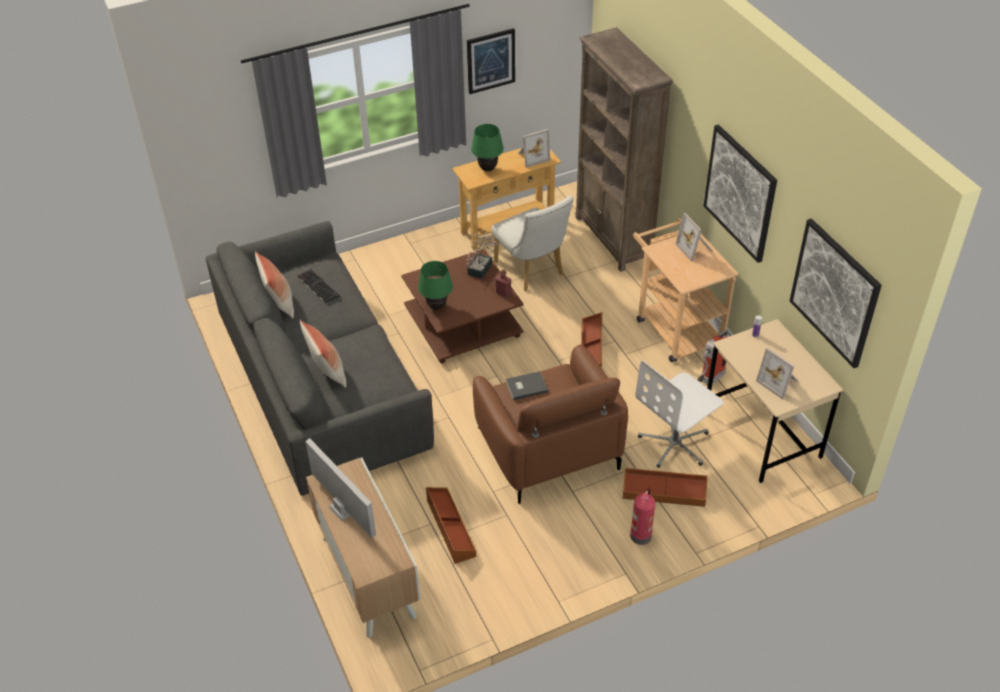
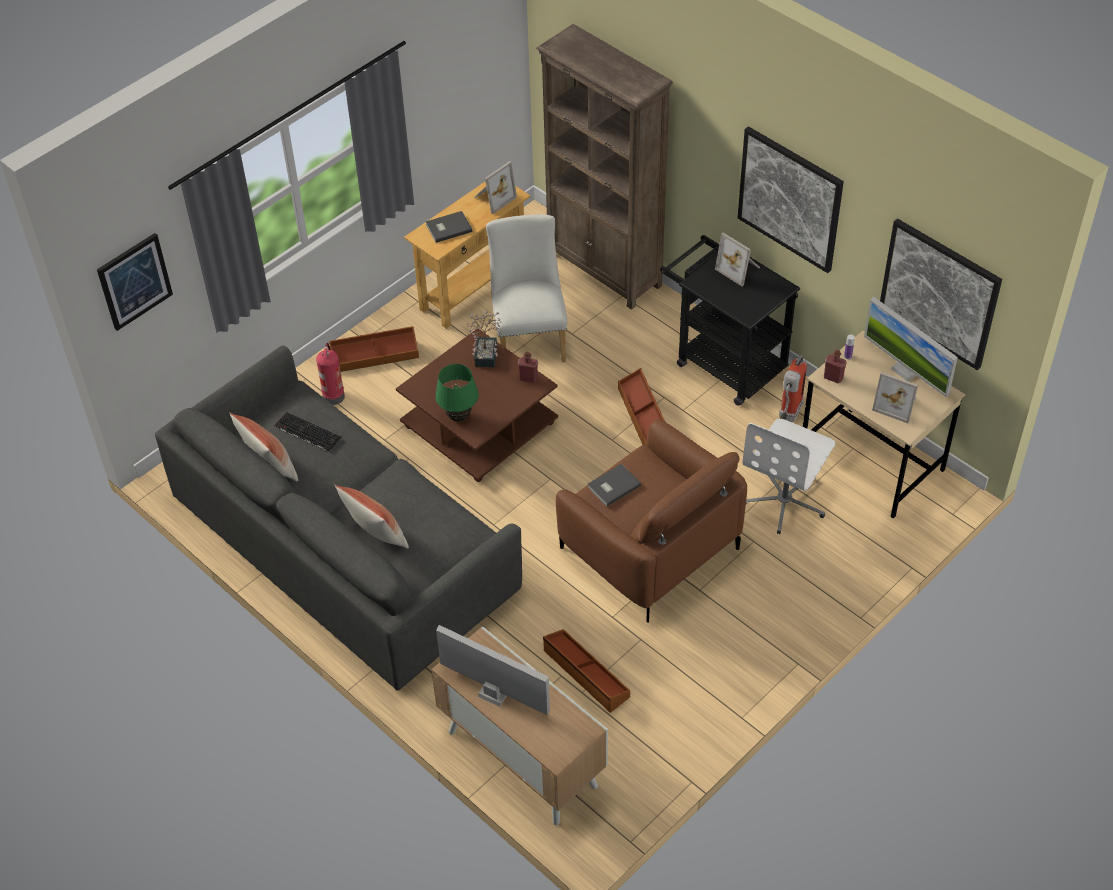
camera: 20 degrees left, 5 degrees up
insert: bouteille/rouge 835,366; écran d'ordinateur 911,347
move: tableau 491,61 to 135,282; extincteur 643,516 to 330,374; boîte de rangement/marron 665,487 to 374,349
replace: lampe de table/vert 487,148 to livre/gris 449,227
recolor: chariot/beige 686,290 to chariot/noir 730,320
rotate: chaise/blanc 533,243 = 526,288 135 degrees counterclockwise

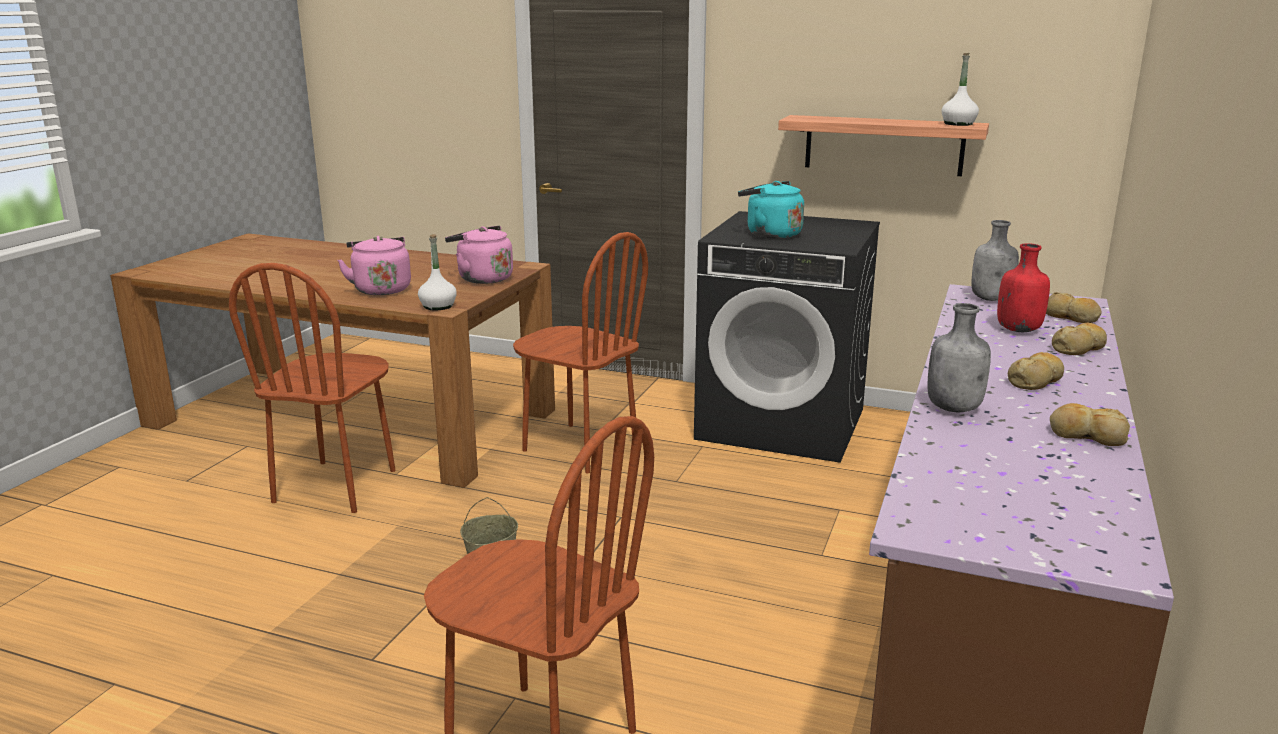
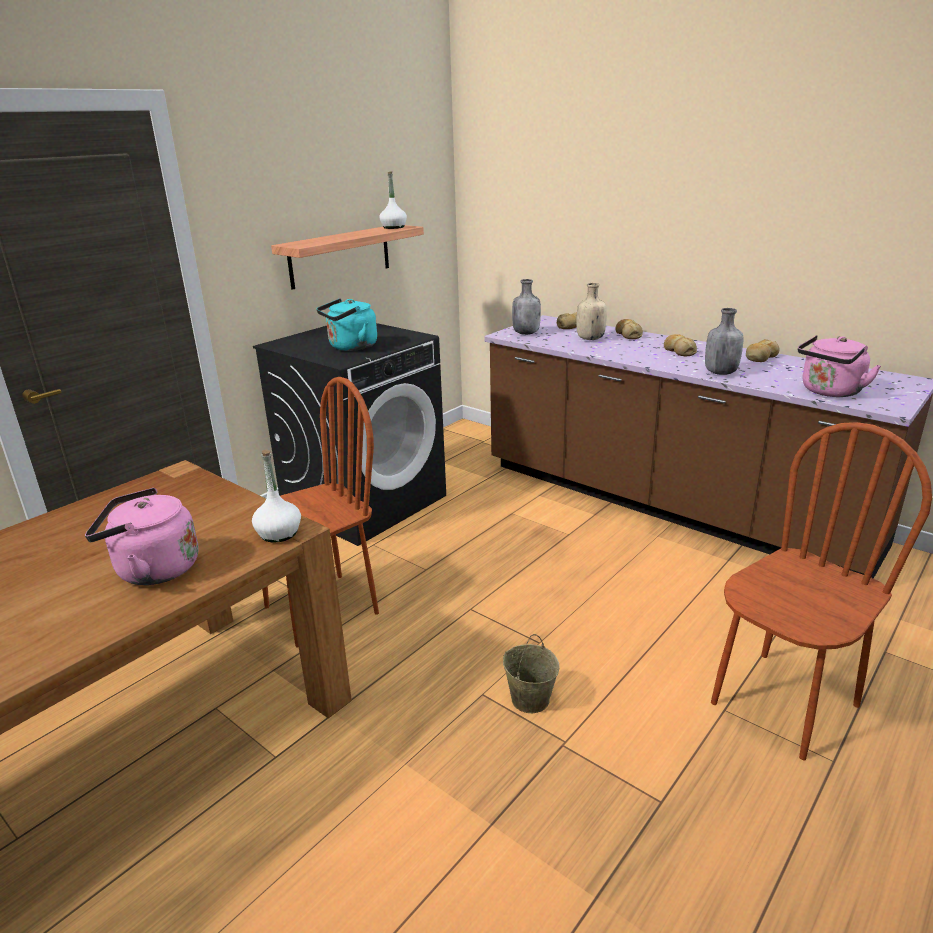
camera: 70 degrees left, 5 degrees up
delete: chaise/marron 312,388
move: bouilloire/rose 479,255 to 839,366
recolor: bouteille/rouge 1023,287 to bouteille/beige 591,311

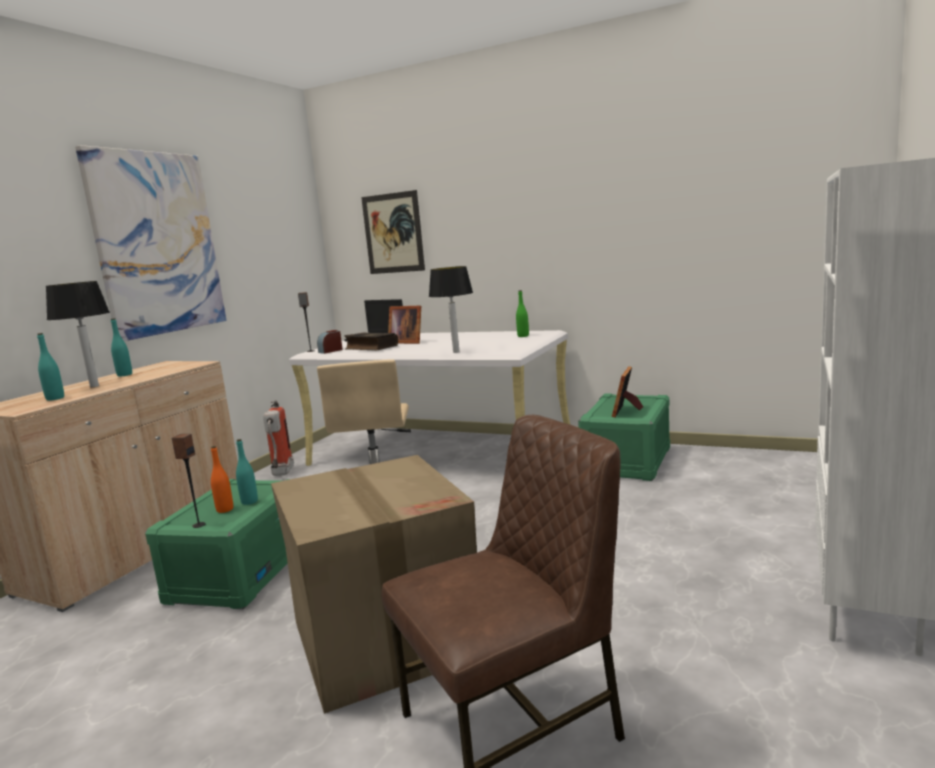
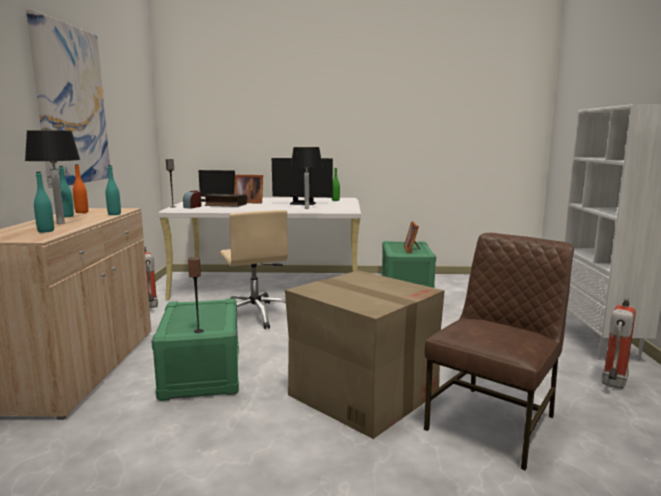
camera: 25 degrees left, 0 degrees up
delete: tableau 393,232
insert: écran d'ordinateur 302,181; extincteur 619,343
move: bouteille/orange 222,479 to 80,188; bouteille/turquoise 247,472 to 113,190

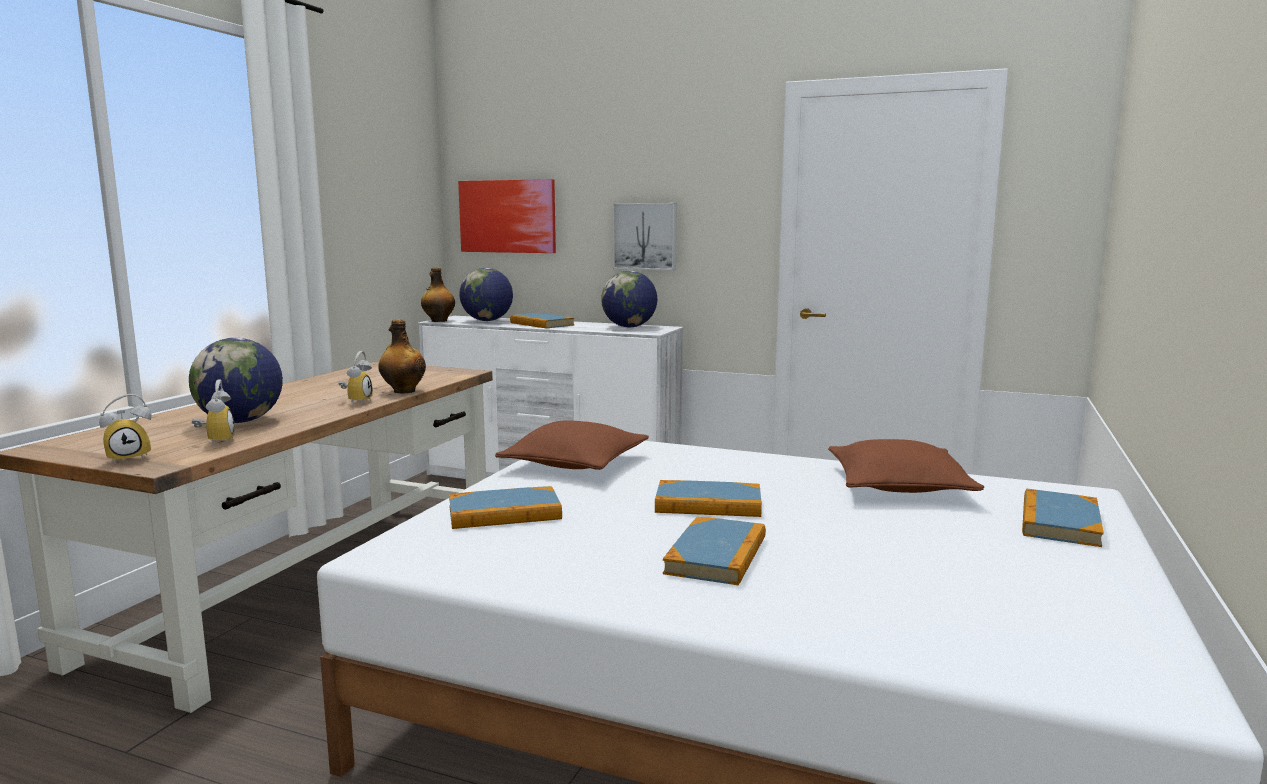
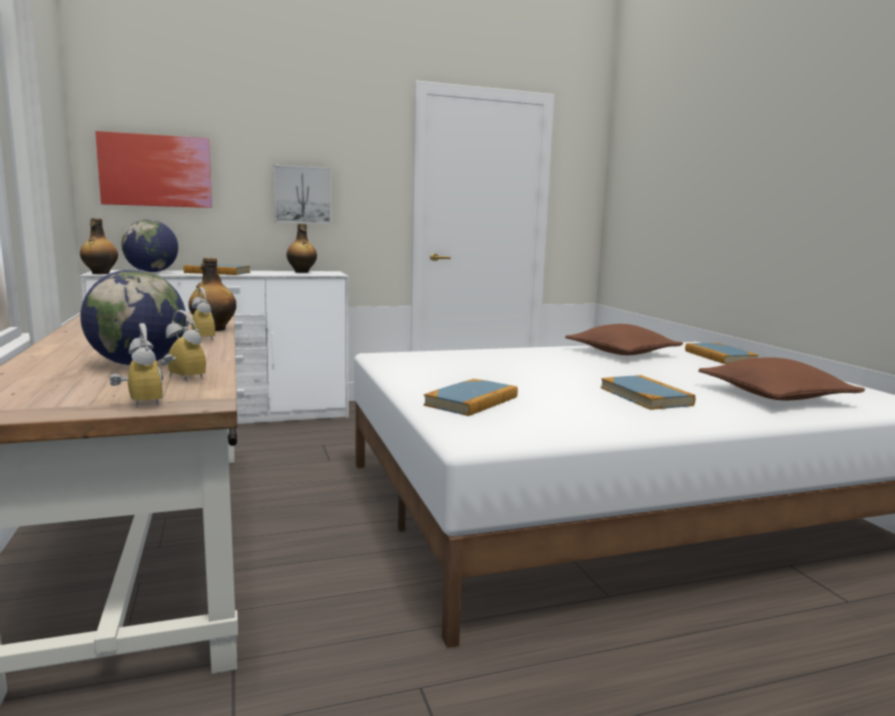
camera: 40 degrees left, 0 degrees up
delete: livre 708,498
move: coussin/marron 572,445 to 781,378
replace: globe 629,299 to bouteille 302,248
rotate: réveil 125,428 = 136,365 45 degrees counterclockwise

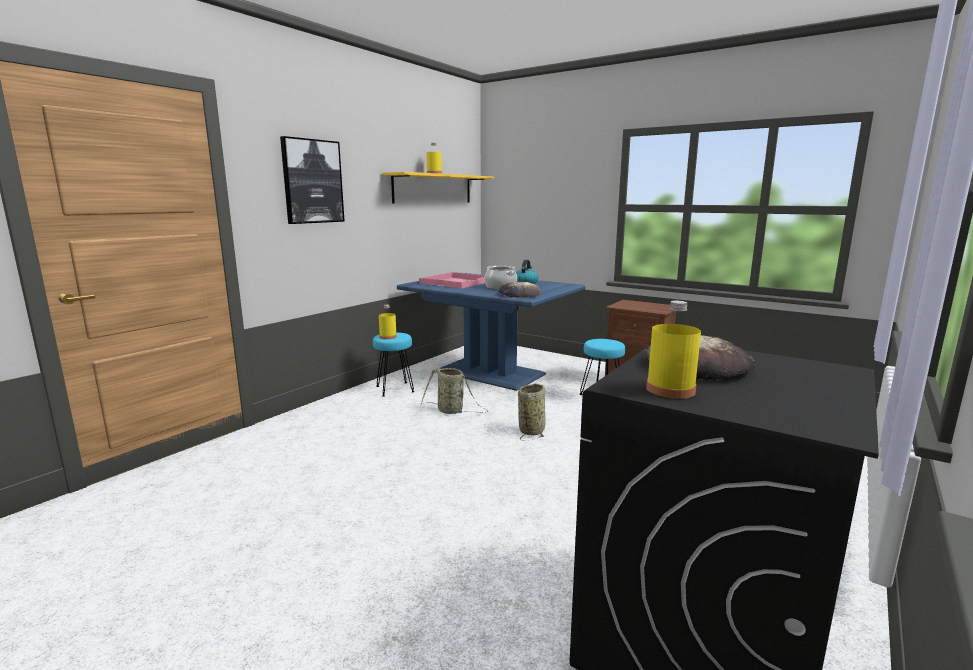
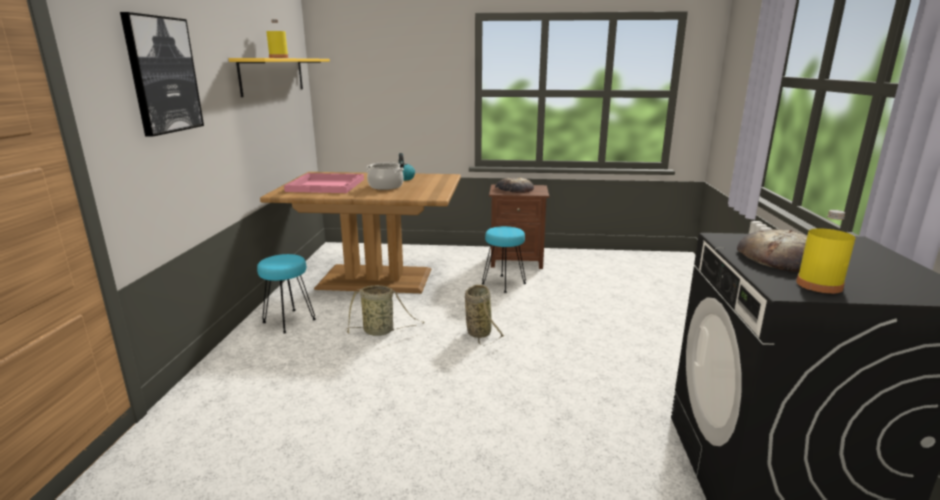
camera: 30 degrees left, 5 degrees up
delete: bouteille/jaune 388,322
move: pain 519,290 to 514,185
recolor: table à manger/bleu 491,332 to table à manger/marron 360,232

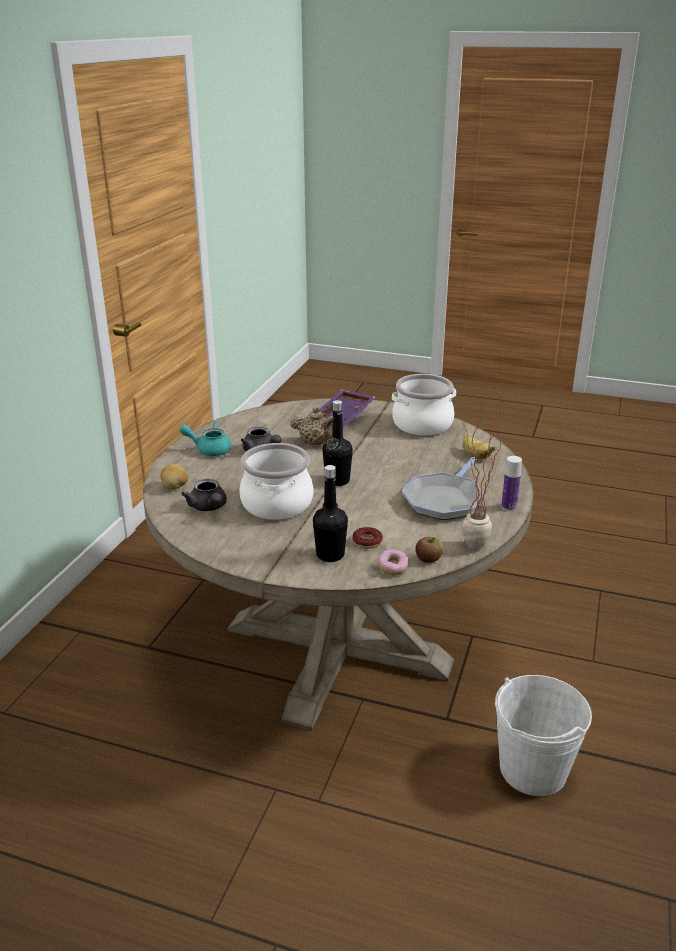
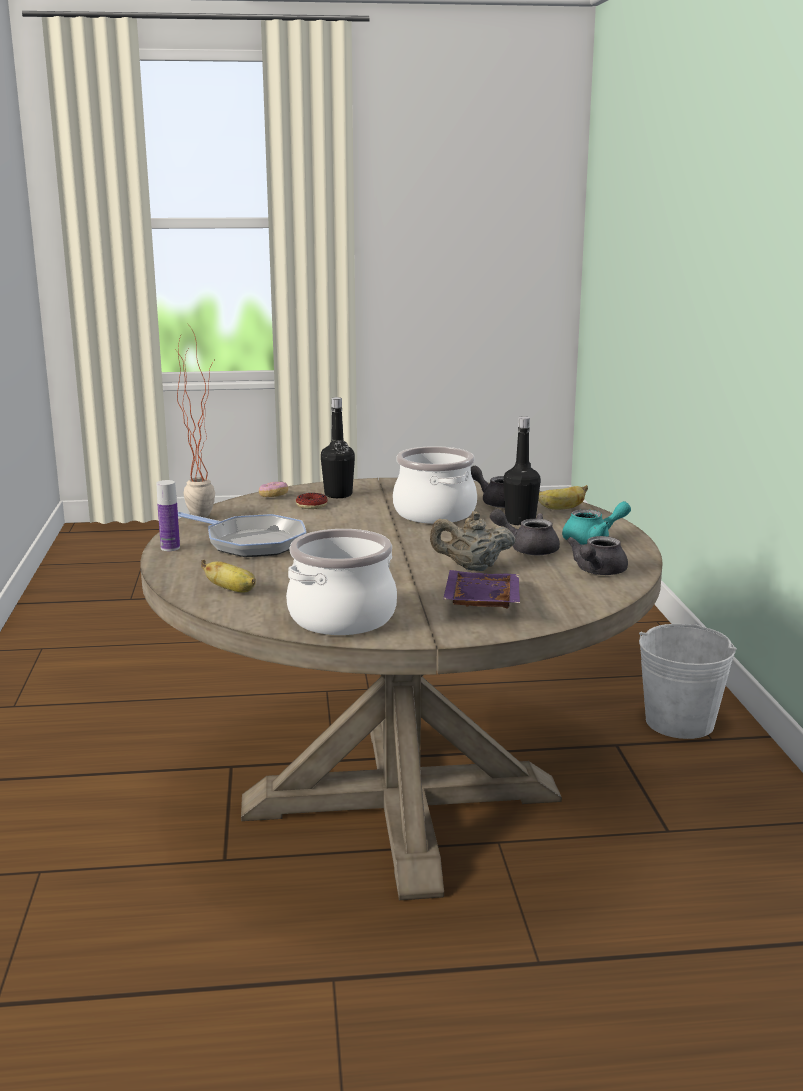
camera: 155 degrees right, 10 degrees down
delete: pomme 429,550
insert: théière/gris 597,555
move: bouteille/noir 337,443 to 522,470; seau/blanc 543,735 to 688,681
replace: pomme de terre 174,477 to banane 563,497
rotate: poêle 443,488 = 242,534 120 degrees clockwise

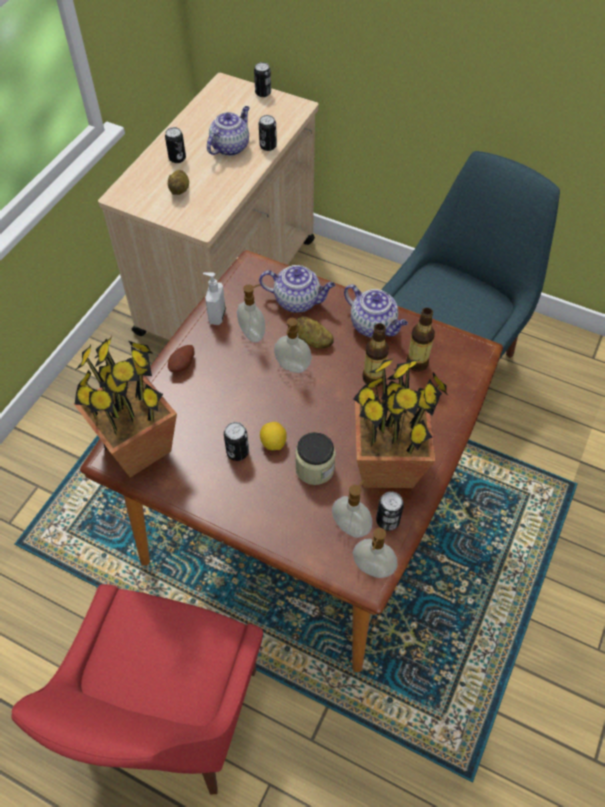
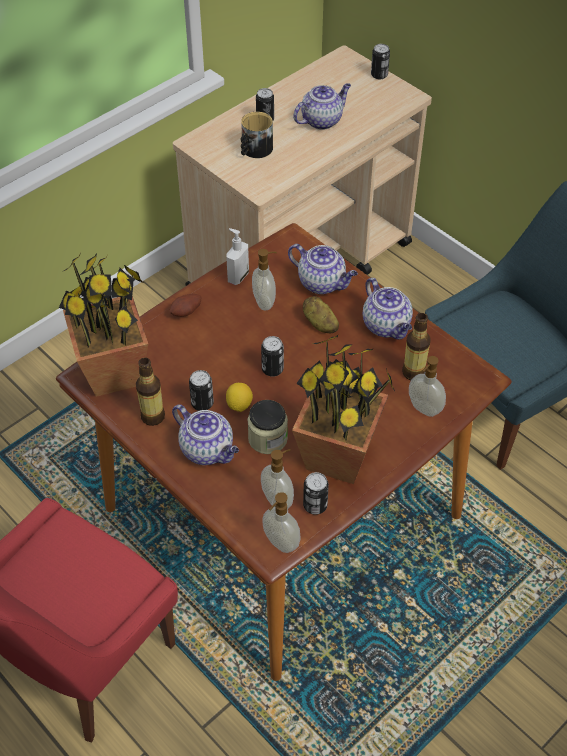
camera: 20 degrees right, 5 degrees down
insert: théière 205,434
move: bouteille 375,355 to 150,392; boîte métallique 268,133 to 272,356; distributeur de savon 293,345 to 427,386
replace: pomme de terre 178,182 to mug 257,135

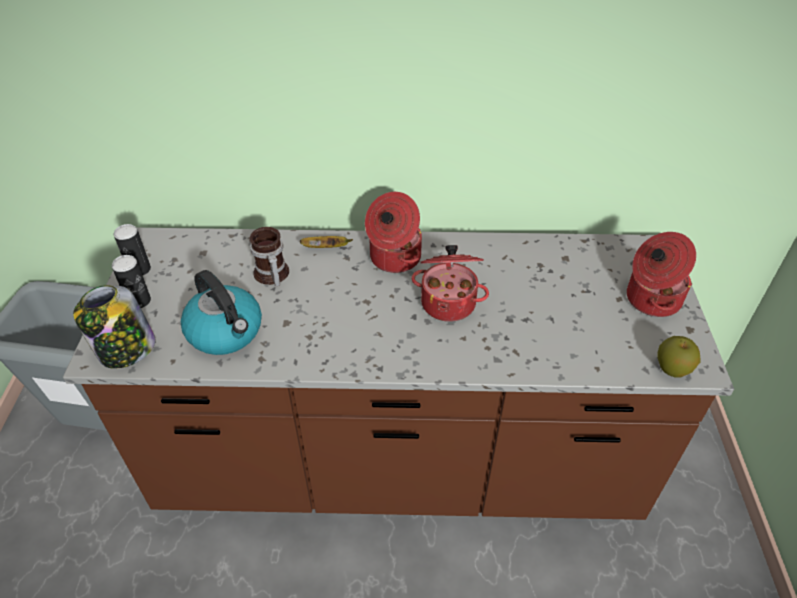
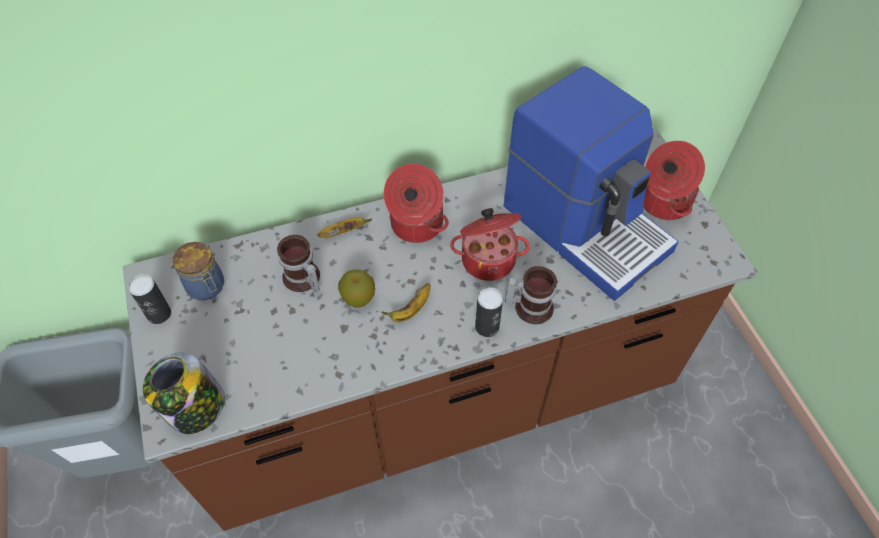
camera: 20 degrees left, 10 degrees up
delete: bouilloire 221,312
insert: bocal 198,271; banane 406,302; machine à café 590,183; mug 531,295
move: pomme 678,357 to 356,288; boîte métallique 131,281 to 489,312

